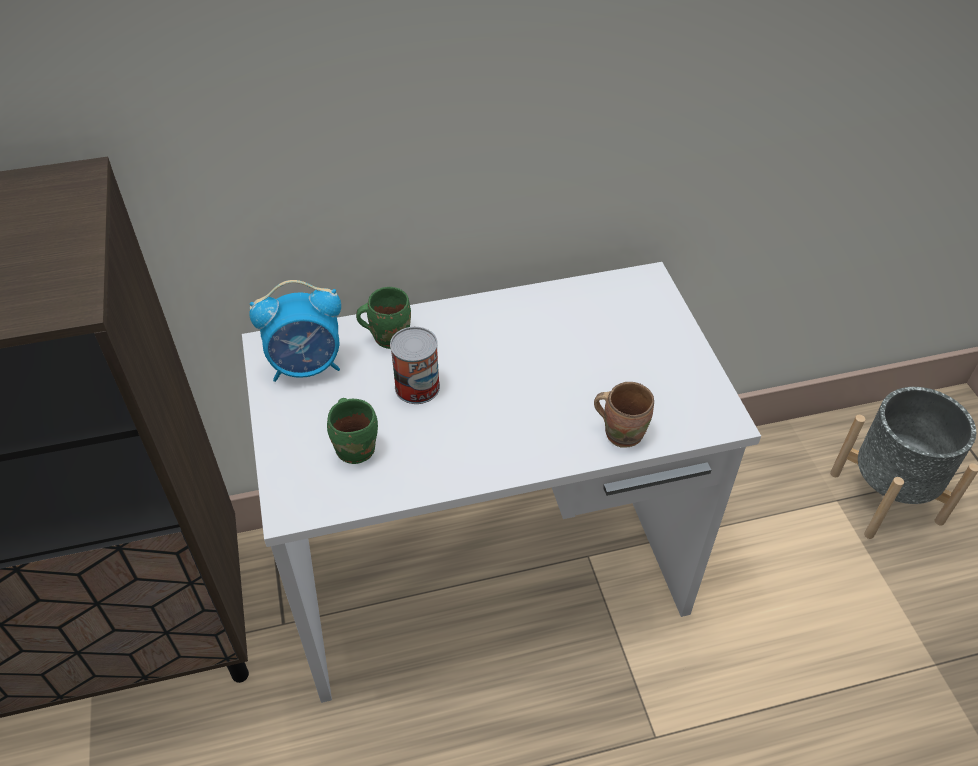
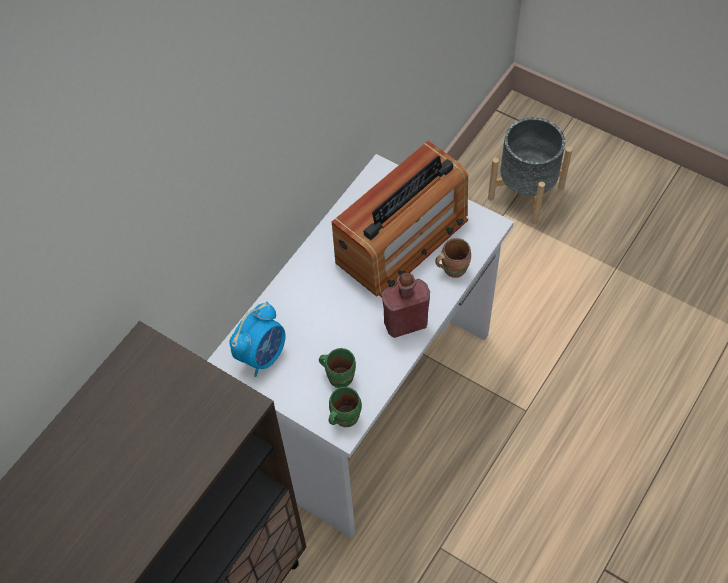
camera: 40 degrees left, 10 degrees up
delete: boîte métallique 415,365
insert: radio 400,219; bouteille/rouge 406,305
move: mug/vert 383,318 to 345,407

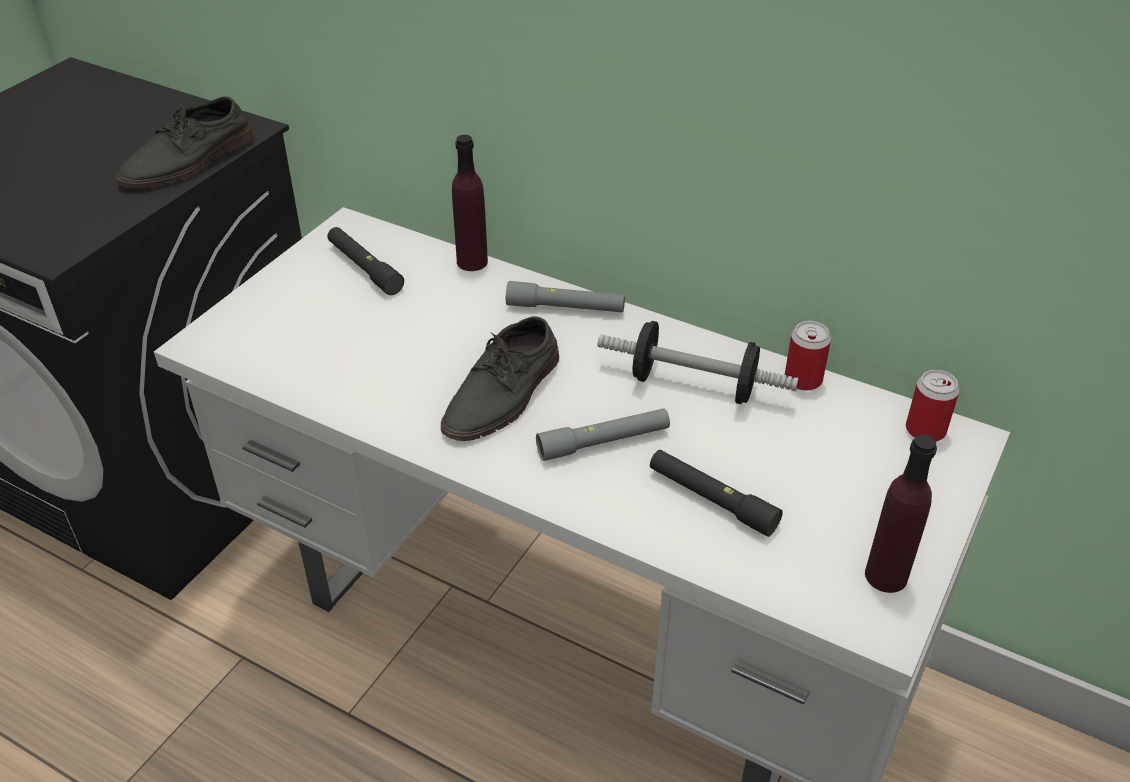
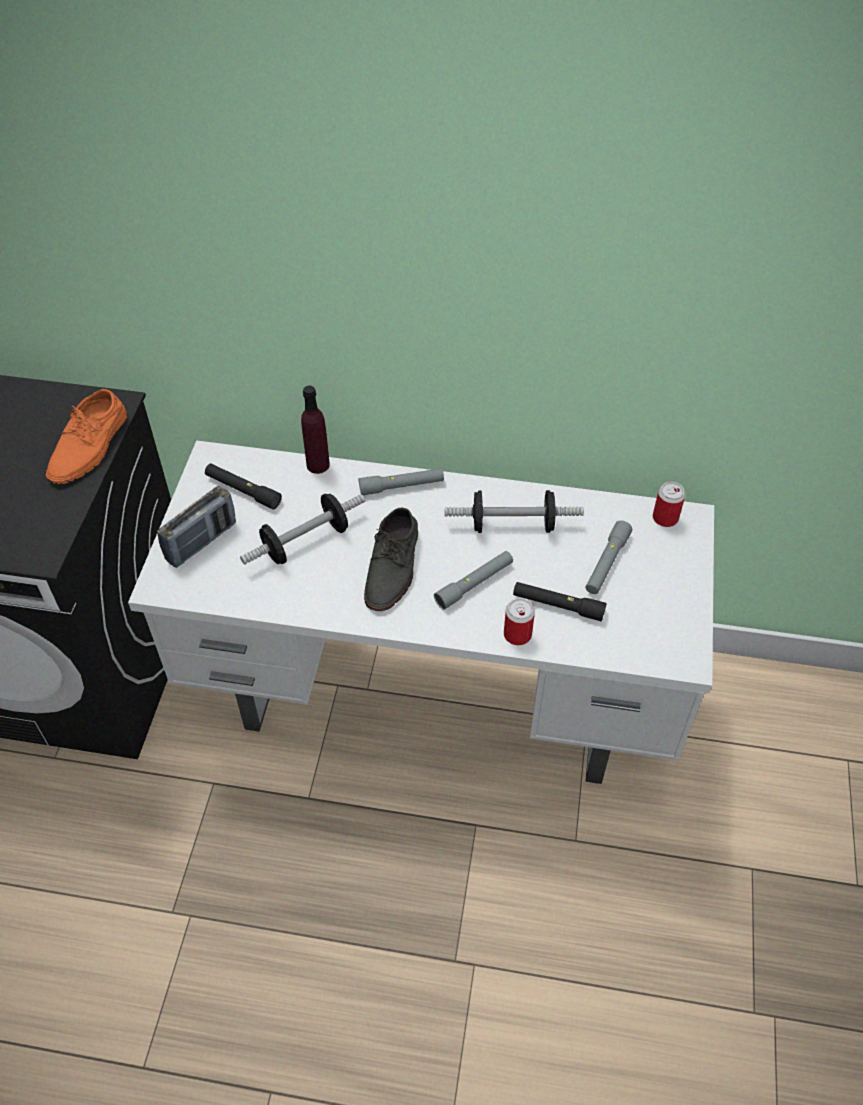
camera: 20 degrees left, 10 degrees up
delete: bouteille/violet 901,513
insert: radio 196,527; haltère 302,529; lampe de poche/gris 609,557
move: boîte métallique 808,356 to 519,621
recolor: chaussure/gris 184,142 to chaussure/orange 86,436

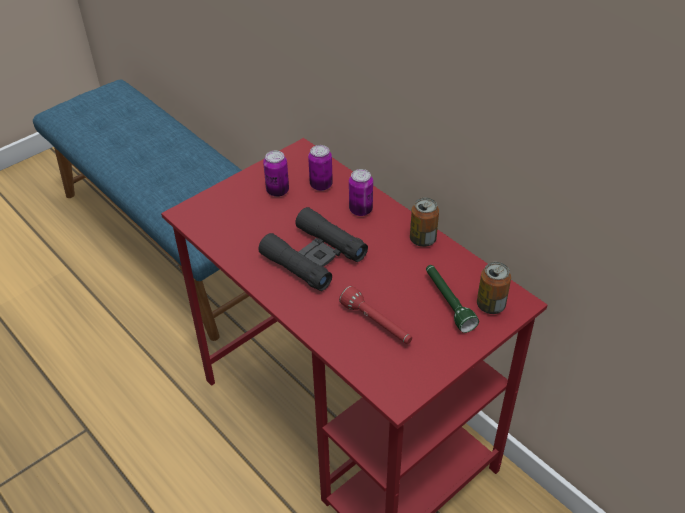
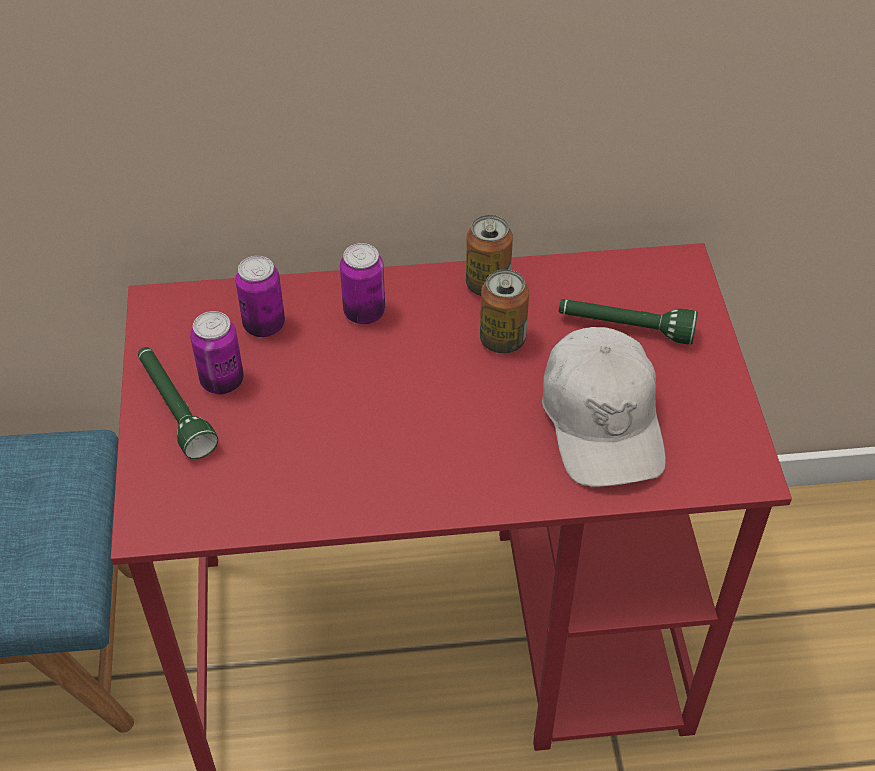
camera: 55 degrees left, 5 degrees up
delete: jumelles/noir 313,249
insert: lampe de poche/vert 178,403
move: boîte métallique 494,288 to 504,311
replace: lampe de poche/rouge 375,315 to casquette/blanc 604,407

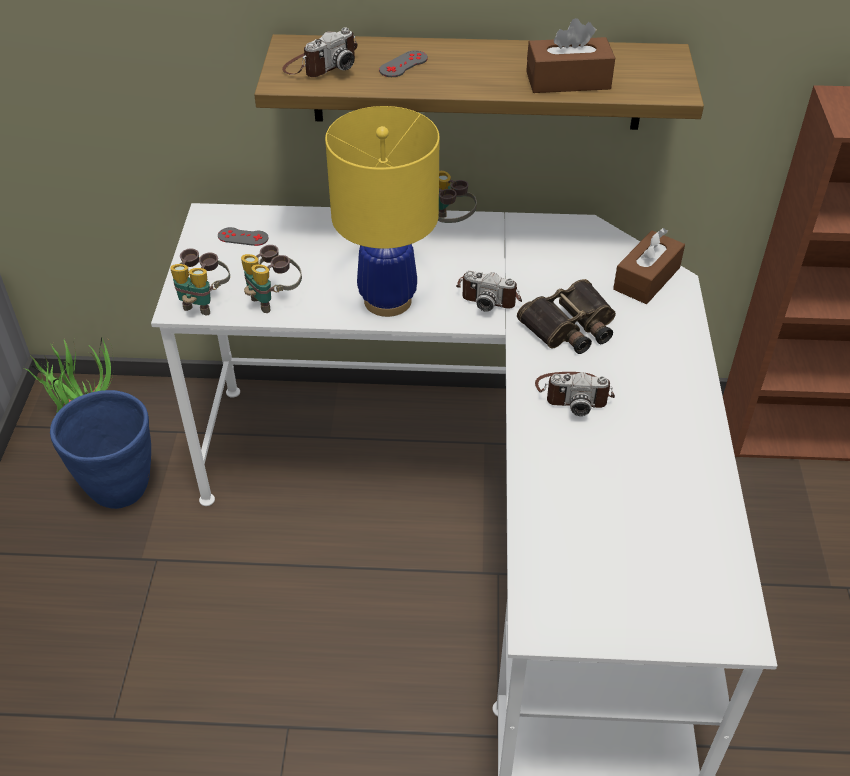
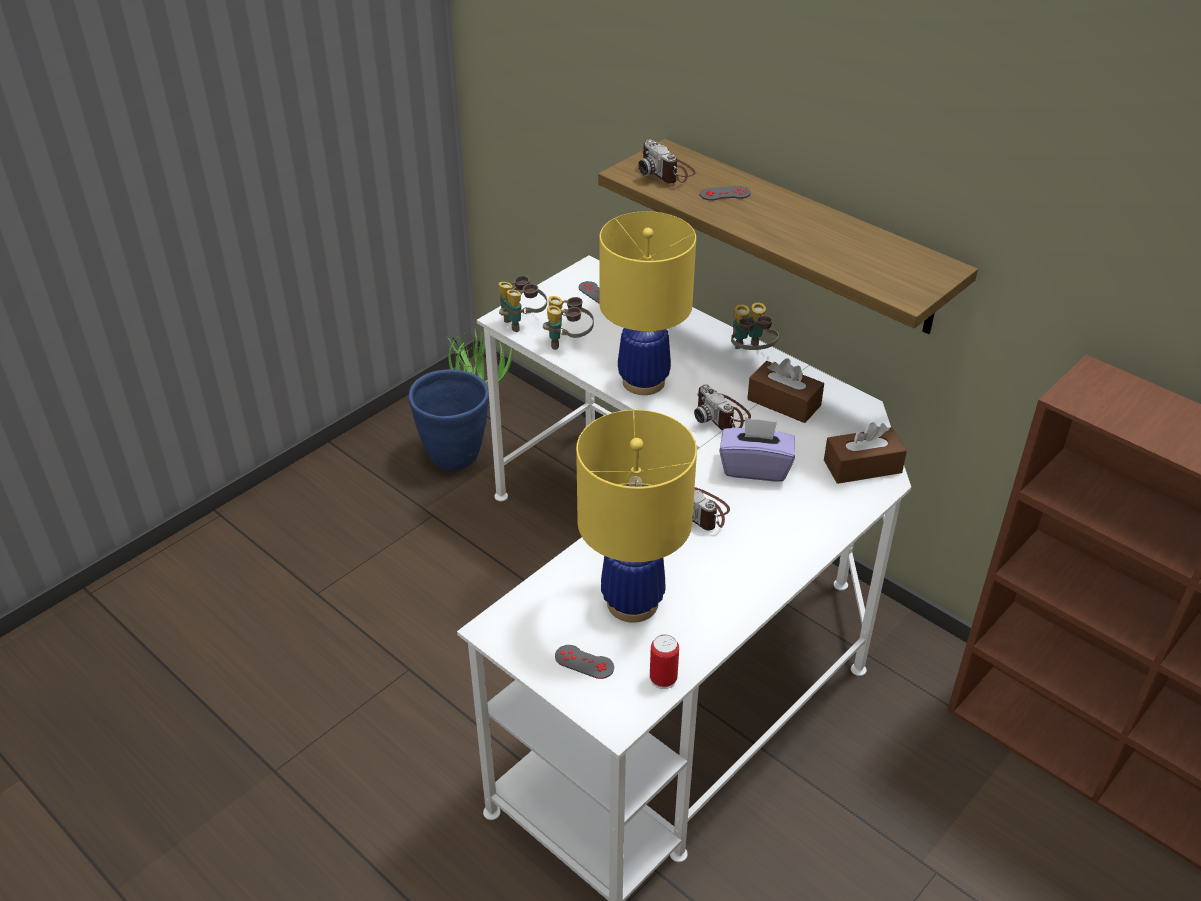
camera: 40 degrees right, 5 degrees down
insert: manette/gris 584,662; lampe de table/jaune 636,516; boîte métallique 664,661
move: boîte à mouchoirs/marron 570,55 to 785,391
replace: jumelles 566,316 to boîte à mouchoirs/violet 757,449
rotate: appareil photo 320,52 = 667,161 60 degrees clockwise

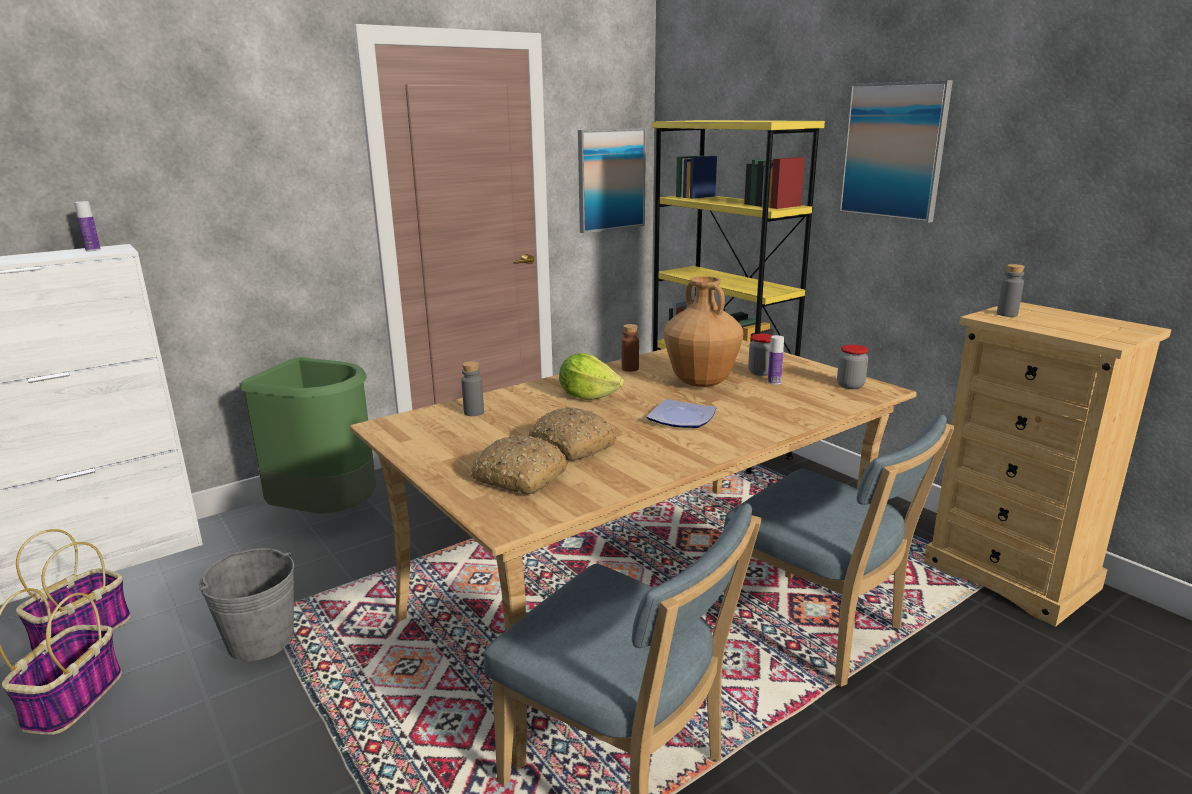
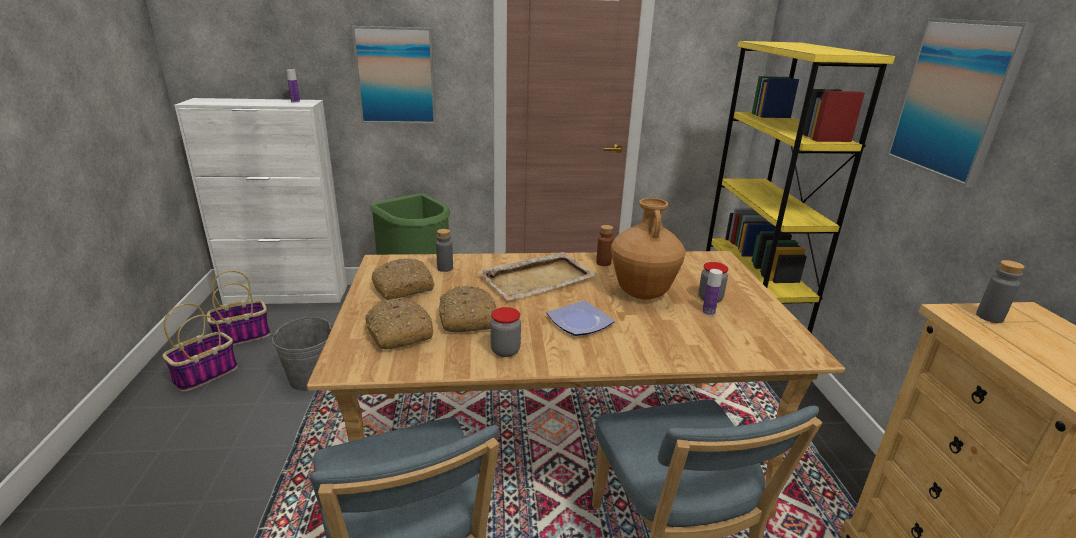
camera: 30 degrees right, 5 degrees up
insert: pain 403,279
move: tableau 612,180 to 394,75; bocal 852,367 to 505,332
replace: laitue 591,376 to plateau/beige 537,276

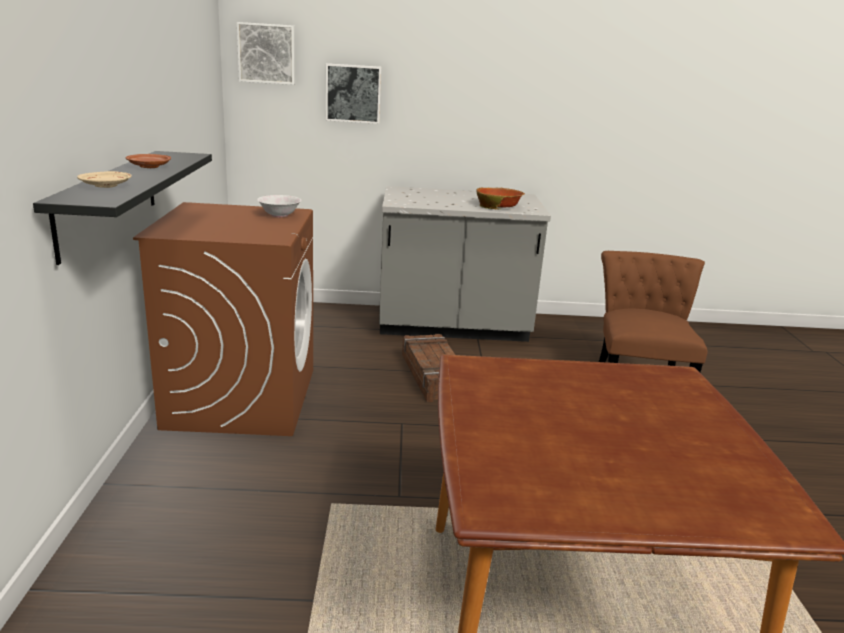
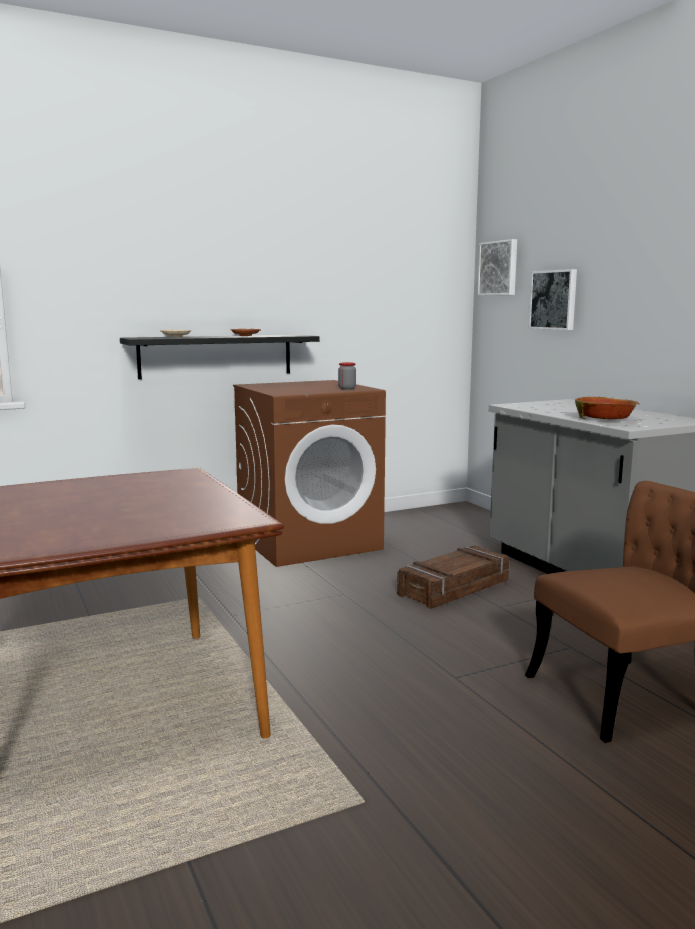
camera: 65 degrees right, 10 degrees down
replace: bol/blanc 279,206 to bocal 347,376

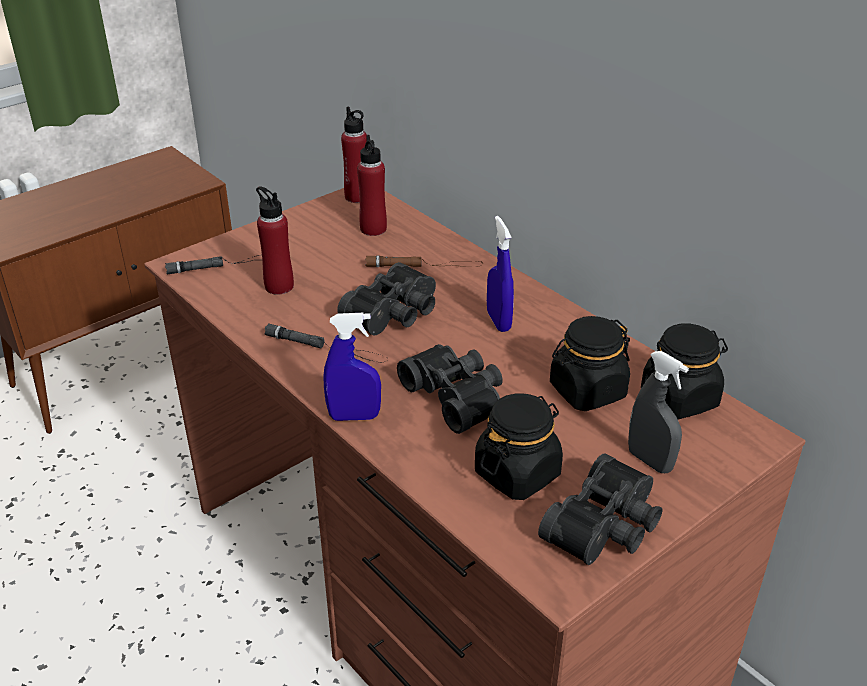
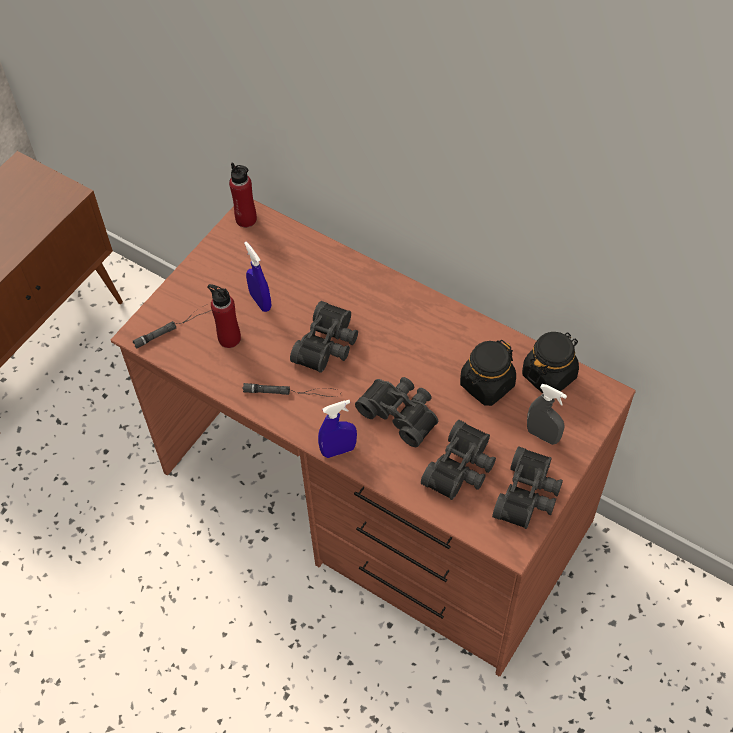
camera: 15 degrees left, 20 degrees up
delete: bouteille/rouge 372,185; lampe de poche/marron 424,261
move: vaporisateur/bleu 500,274 to 257,277
replace: bocal/noir 519,446 to jumelles/noir 458,460

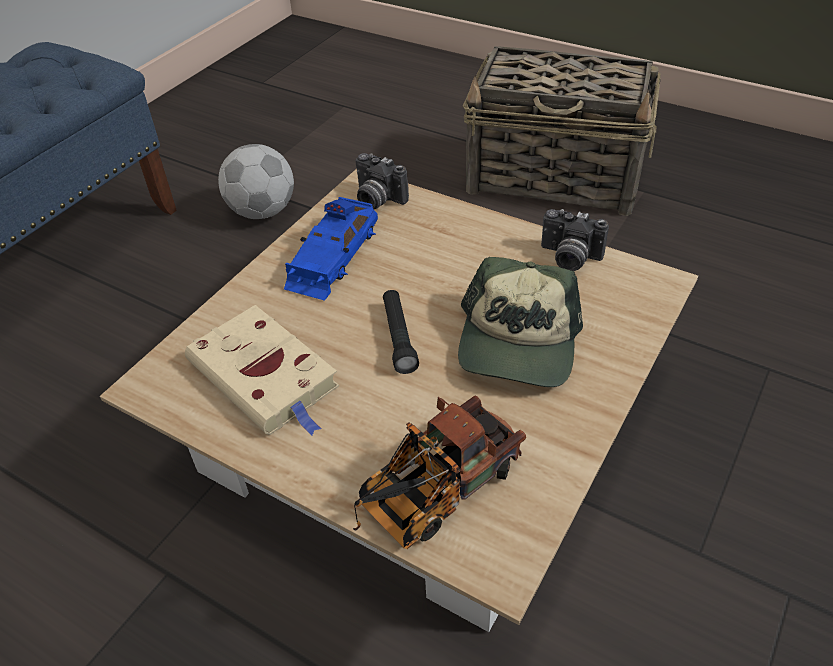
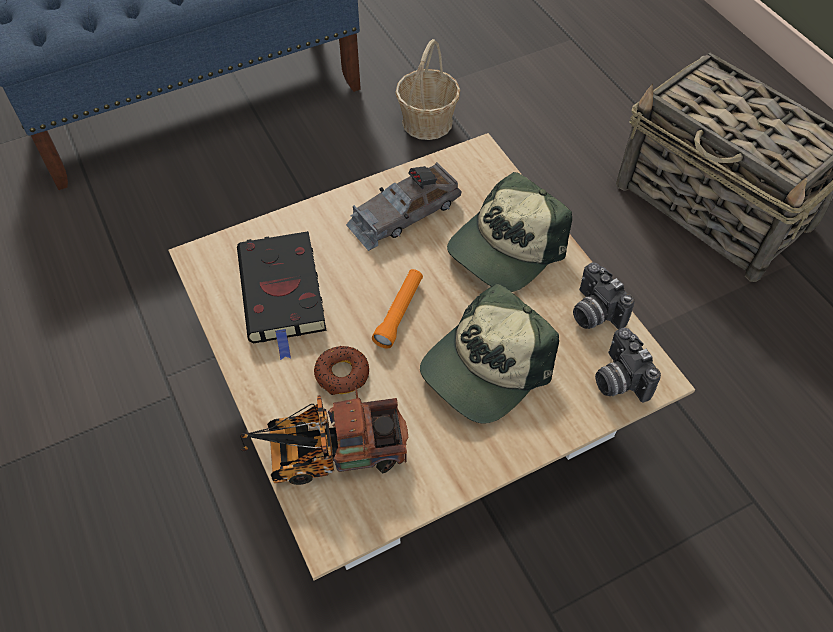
camera: 30 degrees right, 10 degrees up
insert: beignet 341,370; casquette 509,232
move: appareil photo 382,181 to 628,365
replace: ballon de foot 256,181 to panier 427,89
recolor: livre/beige 262,370 to livre/noir 282,295; petite voiture/bleu 331,249 to petite voiture/gris 403,206; lampe de poche/noir 401,332 to lampe de poche/orange 397,308

